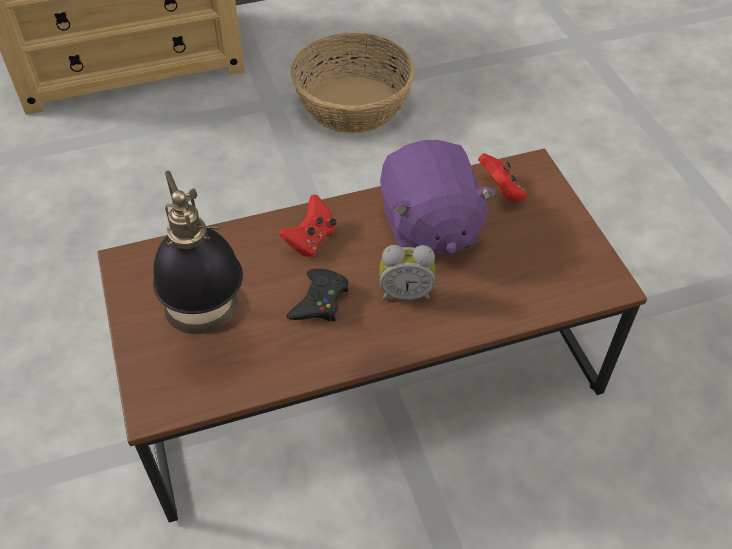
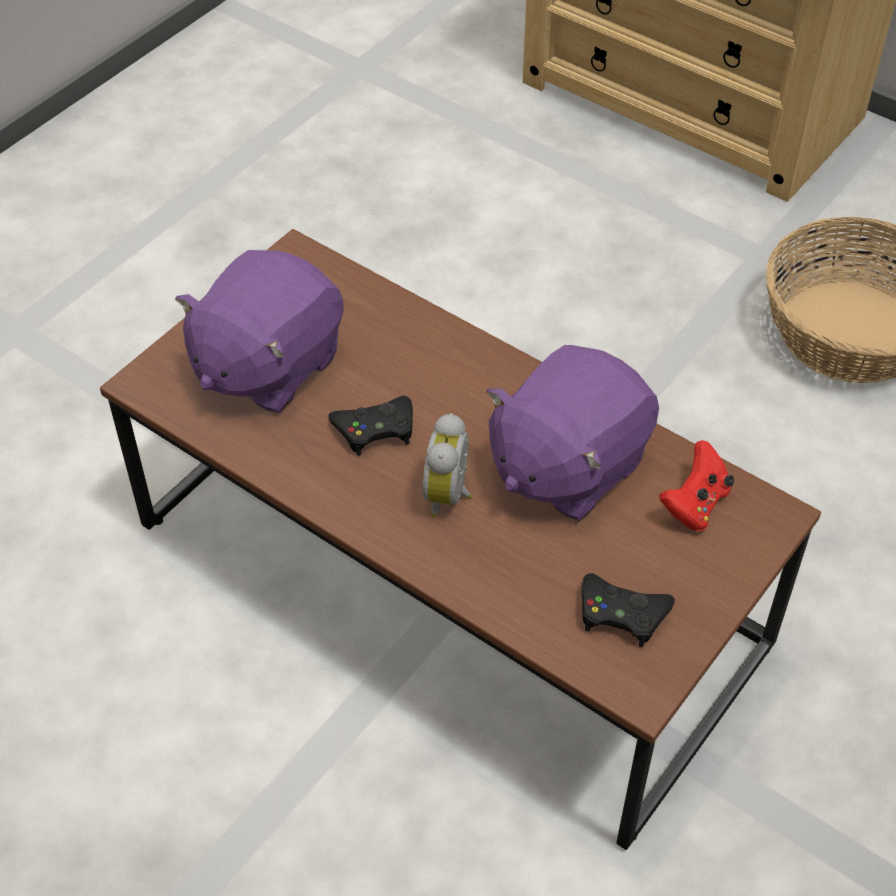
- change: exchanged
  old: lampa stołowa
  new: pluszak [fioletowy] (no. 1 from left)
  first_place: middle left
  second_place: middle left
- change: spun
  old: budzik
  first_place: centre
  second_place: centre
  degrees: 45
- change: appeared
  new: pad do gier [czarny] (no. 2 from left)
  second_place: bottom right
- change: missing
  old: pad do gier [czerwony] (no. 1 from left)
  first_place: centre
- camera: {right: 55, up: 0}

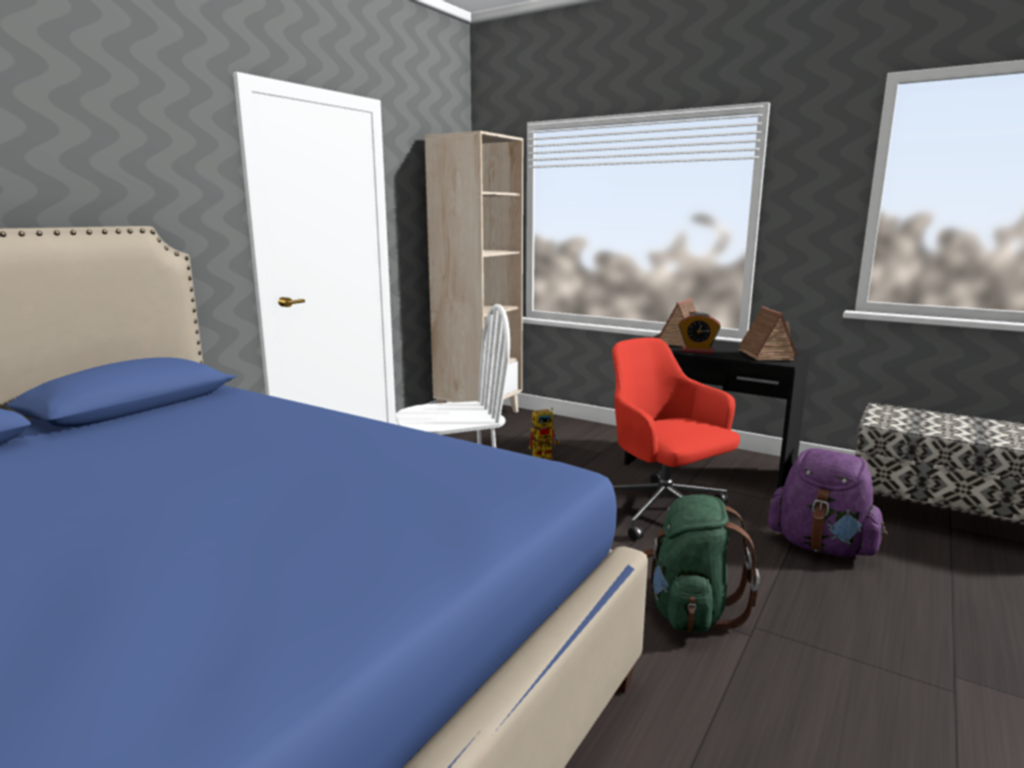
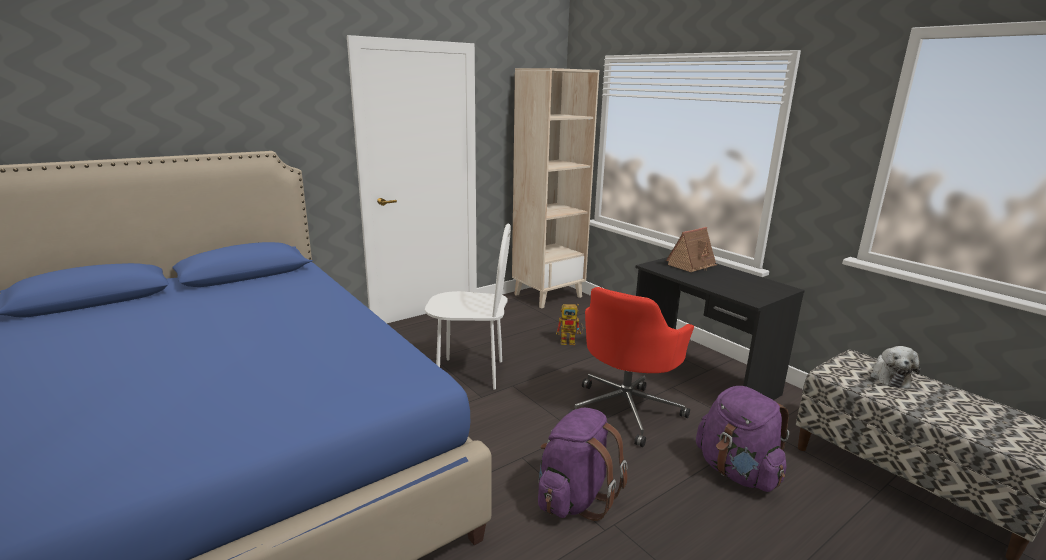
- change: colour
  old: plecak [zielony]
  new: plecak [fioletowy] (no. 1 from left)
  first_place: bottom right
  second_place: bottom centre
- change: spun
  old: krzesło biurowe [czerwony]
  first_place: centre
  second_place: centre
  degrees: -135
- change: appeared
  new: pluszak
  second_place: middle right
- change: missing
  old: budzik
  first_place: middle right
- change: missing
  old: domek (no. 2 from left)
  first_place: middle right
- camera: {right: 20, up: 5}

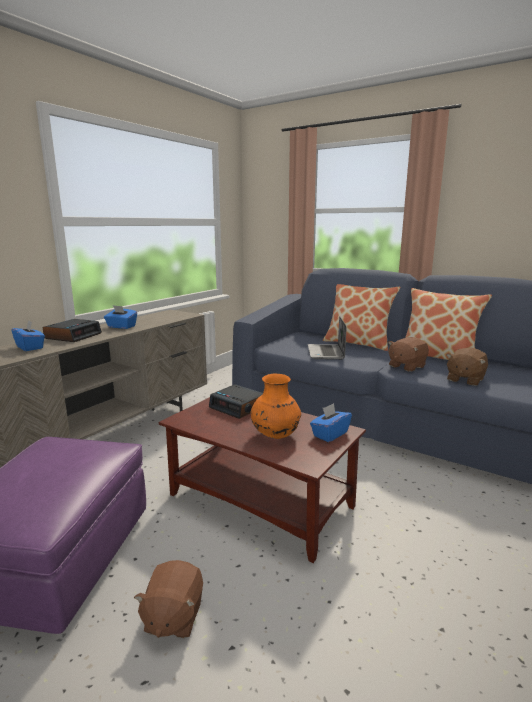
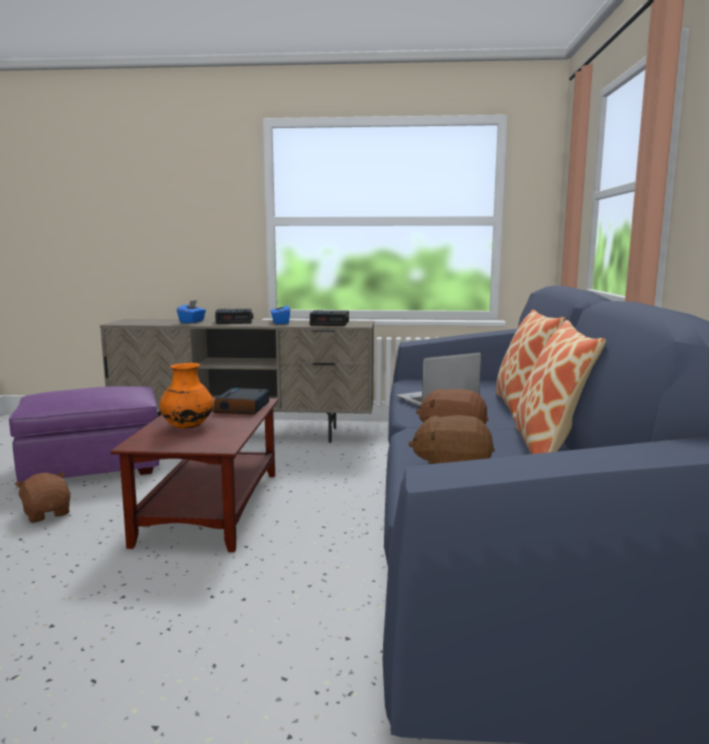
- change: spun
  old: pluszak [brązowy] (no. 1 from left)
  first_place: bottom left
  second_place: bottom left
  degrees: 75
- change: appeared
  new: budzik (no. 3 from left)
  second_place: centre
- change: missing
  old: pudełko chusteczek [niebieski] (no. 3 from left)
  first_place: centre
- camera: {right: 60, up: -5}

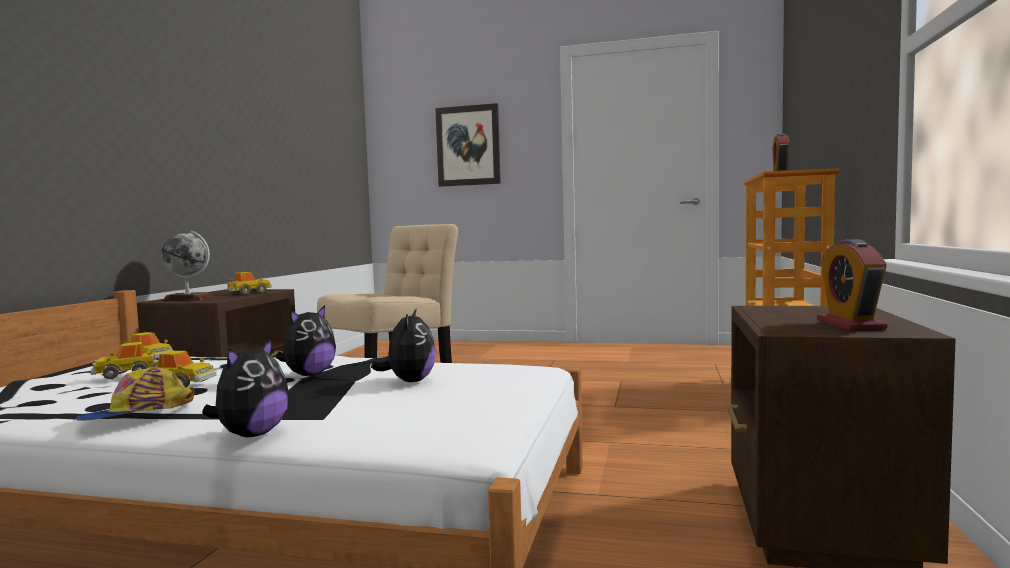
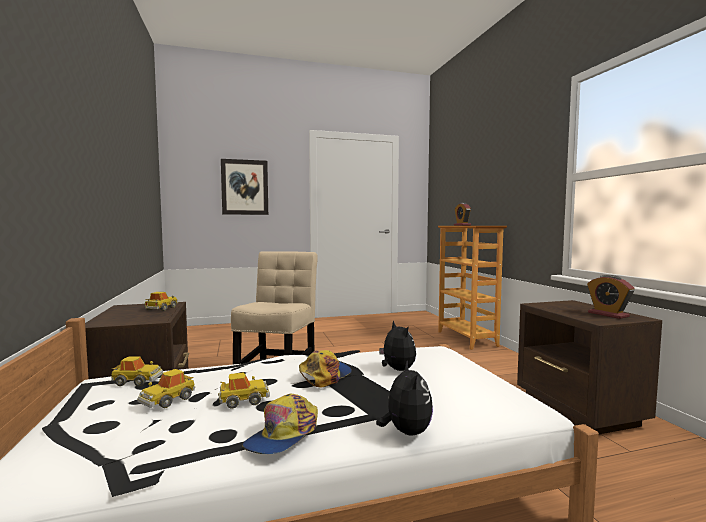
- change: exchanged
  old: pluszak (no. 2 from left)
  new: czapka z daszkiem (no. 2 from left)
  first_place: middle left
  second_place: bottom centre
- change: missing
  old: globus
  first_place: middle left
- camera: {right: -30, up: 0}

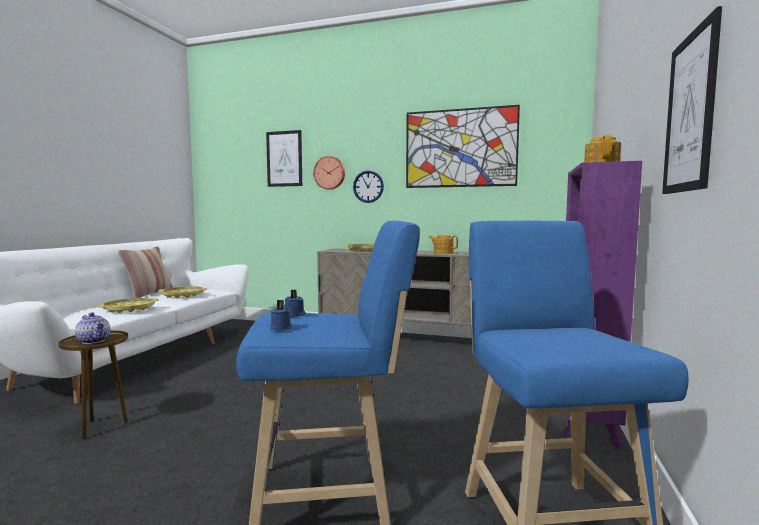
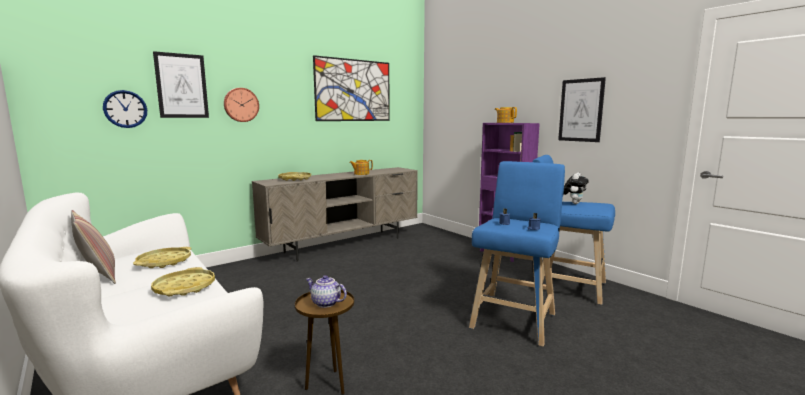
- change: relocated
  old: zegar ścienny (no. 2 from left in the first image)
  new: zegar ścienny (no. 1 from left)
  first_place: centre
  second_place: top left
- change: spun
  old: imbryk (no. 1 from left)
  first_place: middle left
  second_place: bottom centre
  degrees: -135
- change: appeared
  new: pluszak
  second_place: middle right
- camera: {right: -55, up: 5}

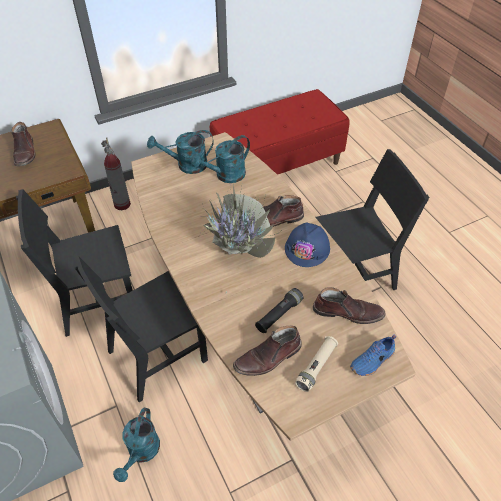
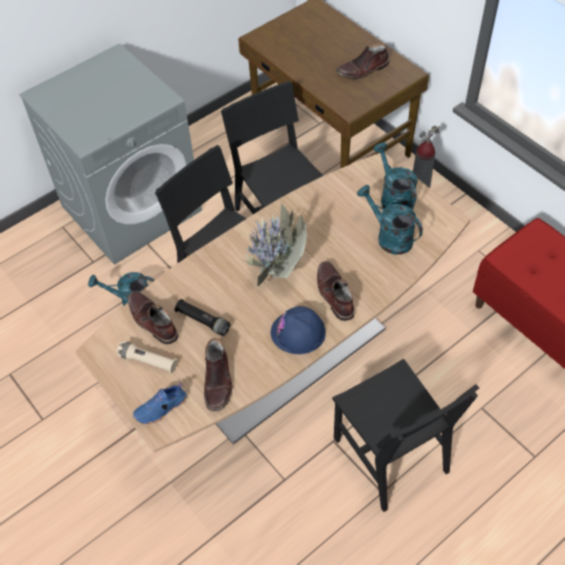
- change: spun
  old: but [niebieski]
  first_place: bottom right
  second_place: bottom left
  degrees: -75
- camera: {right: 80, up: 5}

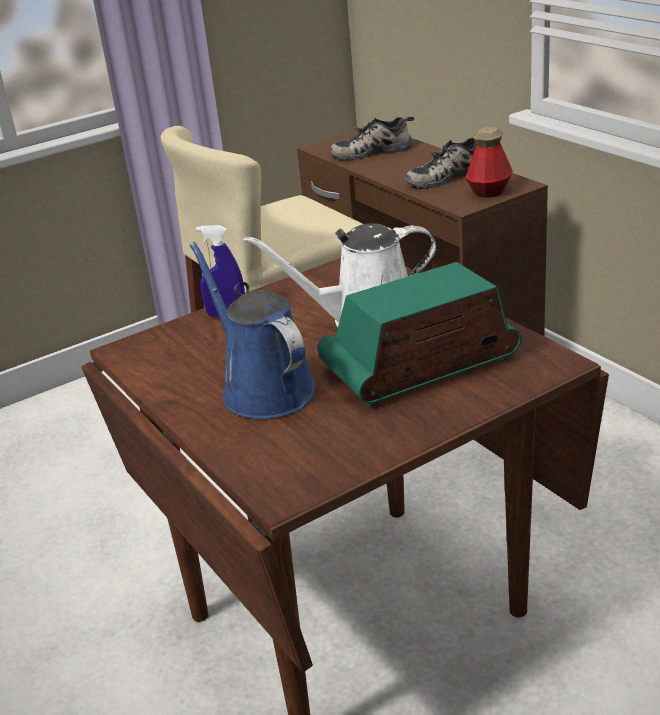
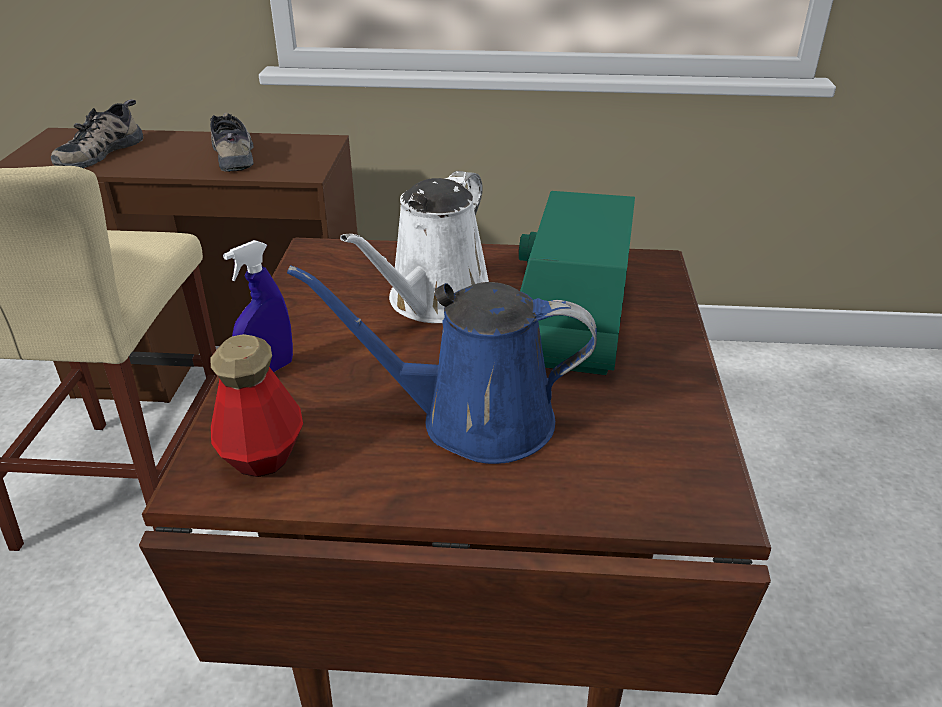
- change: spun
  old: but (no. 2 from left)
  first_place: top right
  second_place: top left
  degrees: 150
- change: relocated
  old: butelka
  first_place: top right
  second_place: middle left
- camera: {right: -55, up: 5}

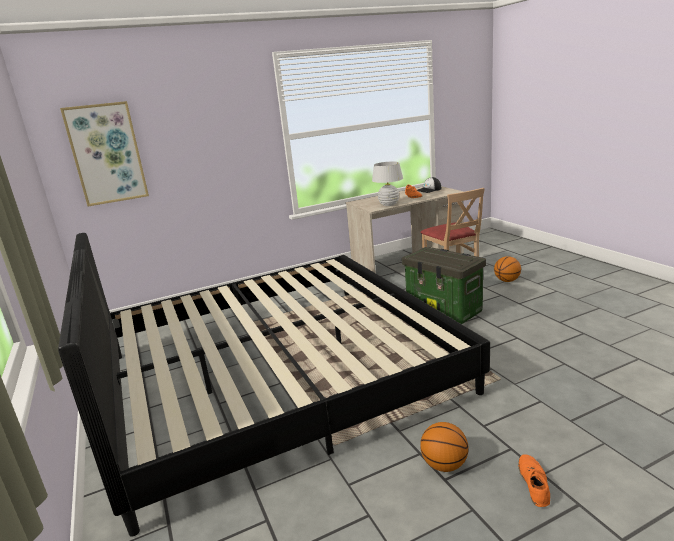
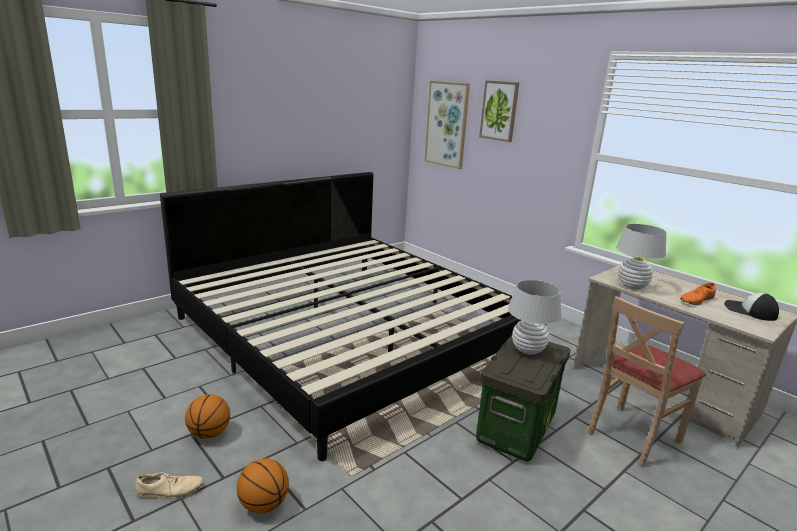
- change: colour
  old: but [pomarańczowy] (no. 2 from left)
  new: but [beżowy]
  first_place: bottom right
  second_place: bottom left
- change: relocated
  old: piłka do koszykówki (no. 2 from left)
  first_place: middle right
  second_place: bottom left
- change: appeared
  new: obraz (no. 2 from left)
  second_place: top centre
- change: appeared
  new: lampa stołowa [biały] (no. 1 from left)
  second_place: middle right
- camera: {right: 70, up: 0}

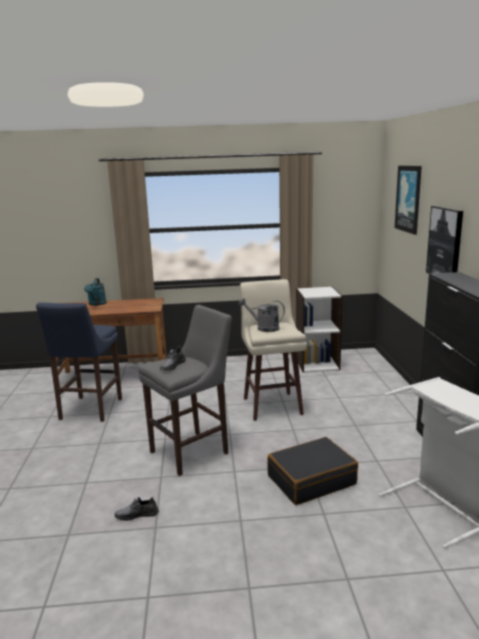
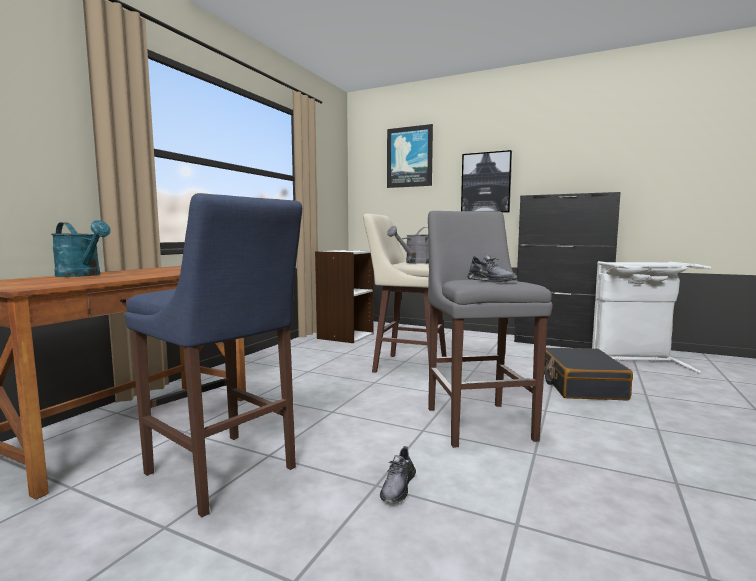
- change: relocated
  old: but [szary] (no. 1 from left)
  first_place: bottom left
  second_place: bottom centre
- camera: {right: -60, up: -10}

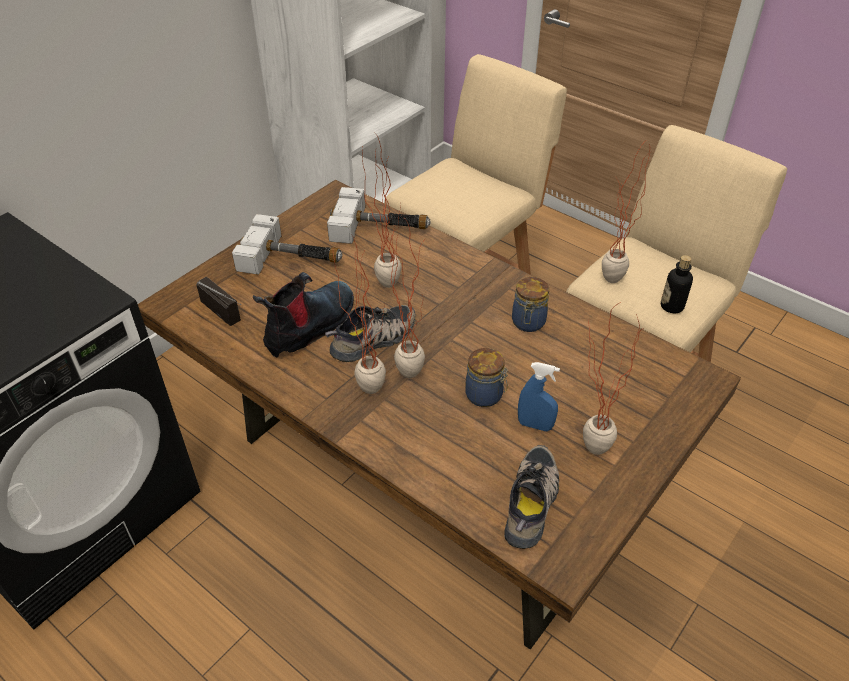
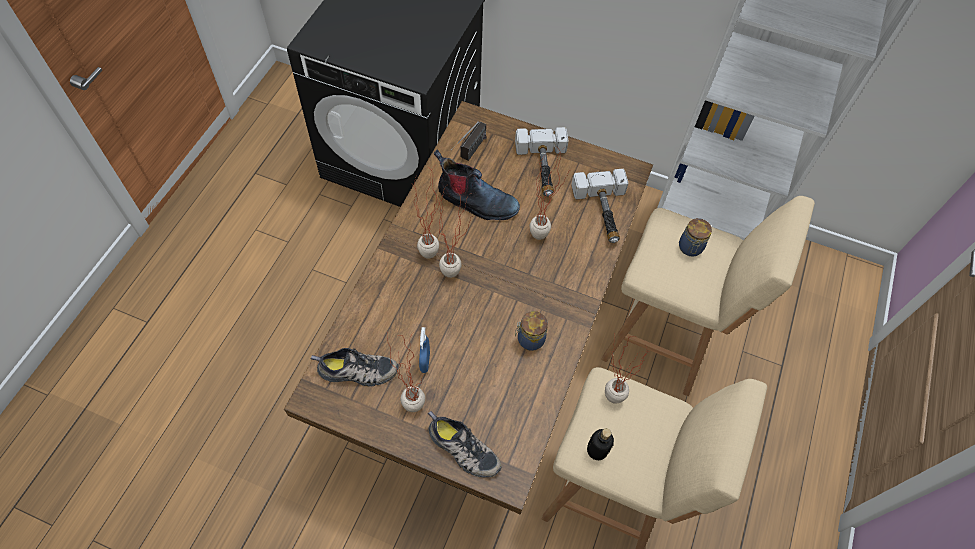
- change: relocated
  old: but (no. 1 from left in the first image)
  new: but (no. 2 from left)
  first_place: centre
  second_place: bottom centre
- change: relocated
  old: słoik (no. 1 from left in the first image)
  new: słoik (no. 2 from left)
  first_place: centre
  second_place: middle right
- camera: {right: 70, up: 15}

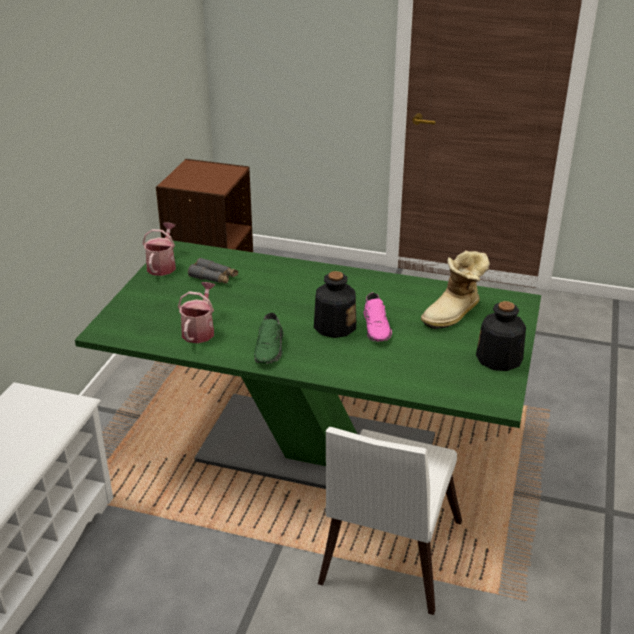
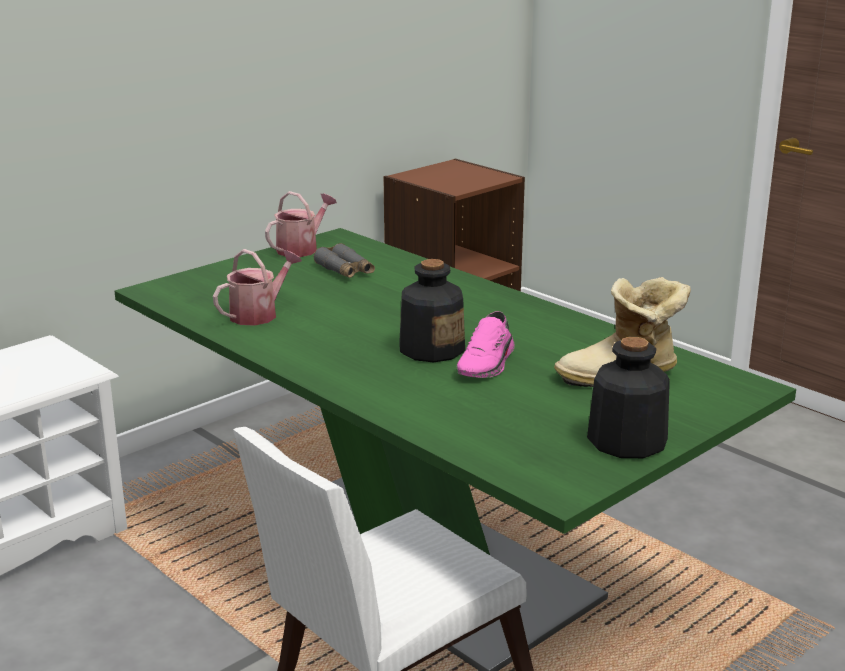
- change: missing
  old: but [zielony]
  first_place: centre
- camera: {right: 30, up: -10}

